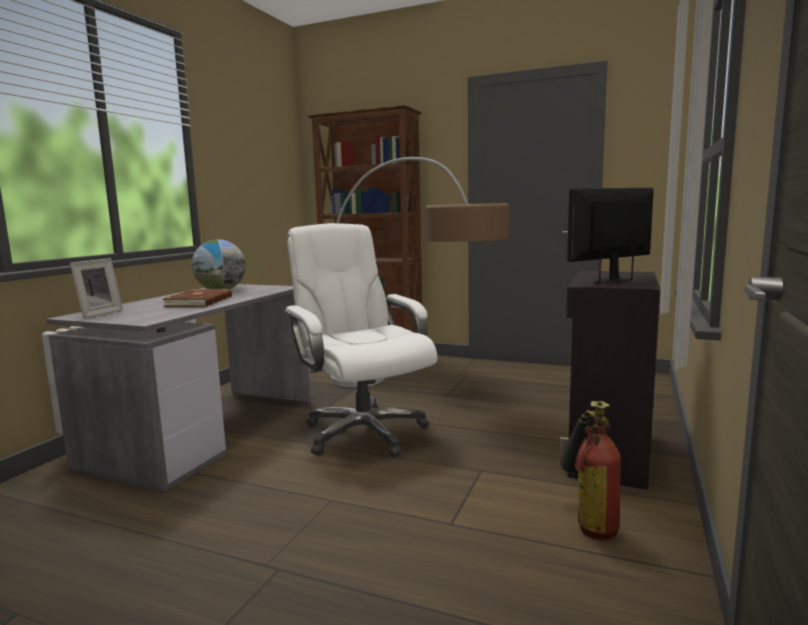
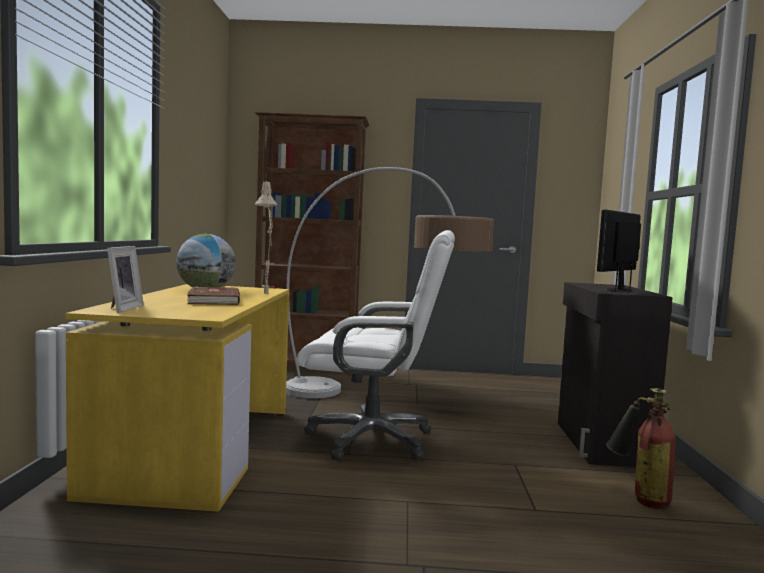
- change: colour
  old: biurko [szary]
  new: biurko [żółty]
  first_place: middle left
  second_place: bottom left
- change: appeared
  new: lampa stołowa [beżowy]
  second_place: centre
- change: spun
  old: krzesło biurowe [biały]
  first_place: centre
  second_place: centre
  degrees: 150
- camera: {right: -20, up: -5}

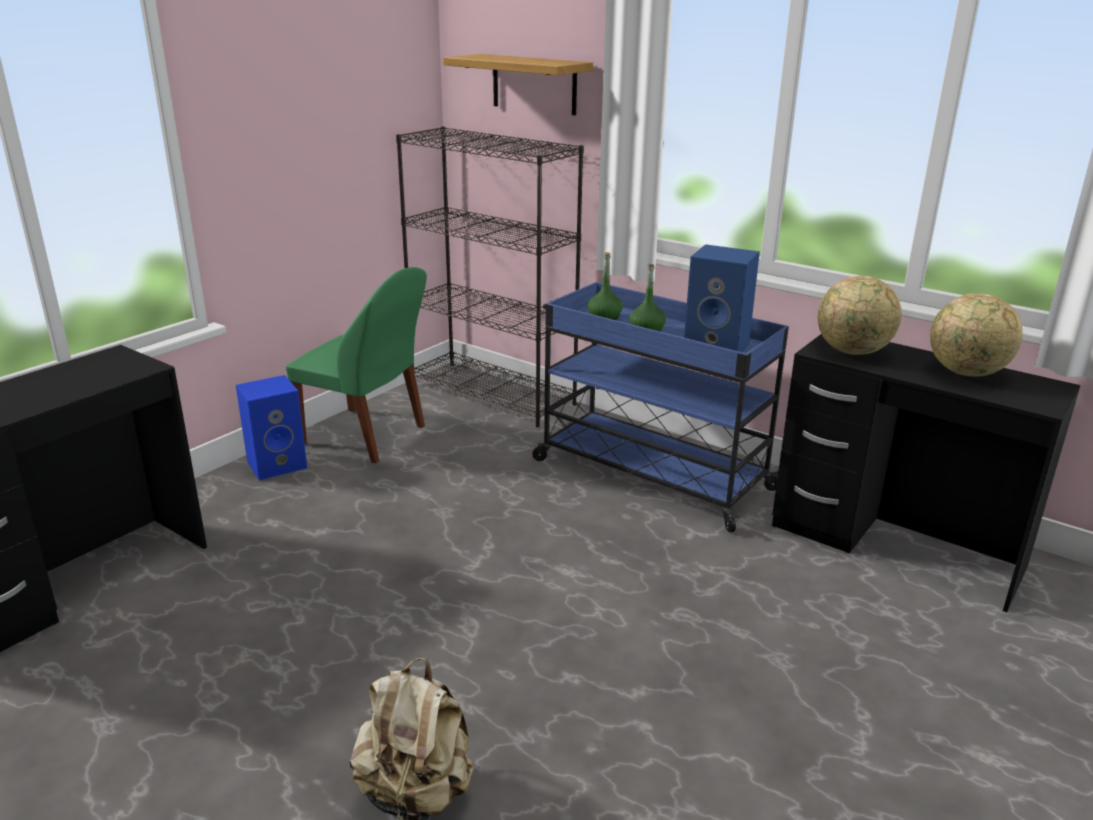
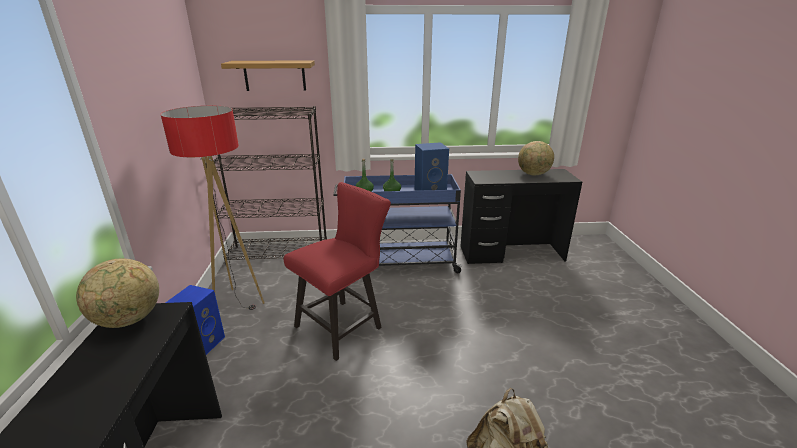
- change: relocated
  old: globus (no. 1 from left)
  first_place: middle right
  second_place: middle left
- change: exchanged
  old: krzesło [zielony]
  new: lampa stojąca
  first_place: middle left
  second_place: middle left
- change: appeared
  new: krzesło [czerwony]
  second_place: centre
- camera: {right: -40, up: 0}

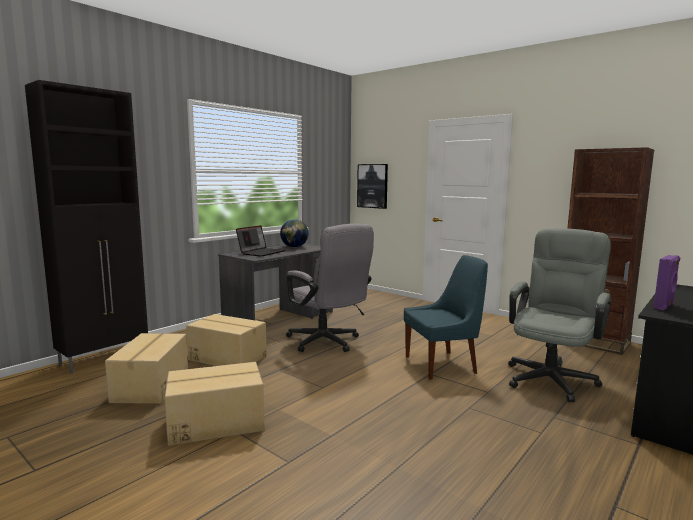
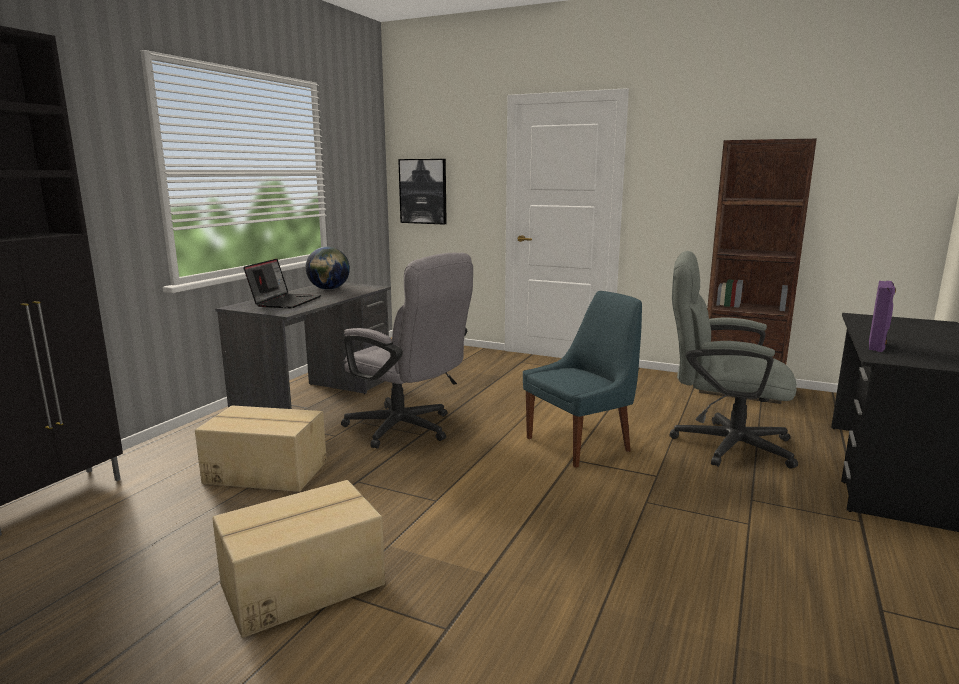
- change: spun
  old: krzesło biurowe [szary] (no. 2 from left)
  first_place: middle right
  second_place: middle right
  degrees: -90
- change: missing
  old: karton (no. 1 from left)
  first_place: bottom left
- camera: {right: -15, up: 5}

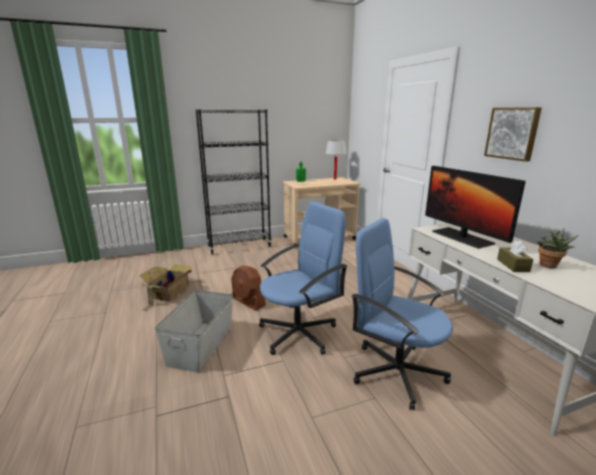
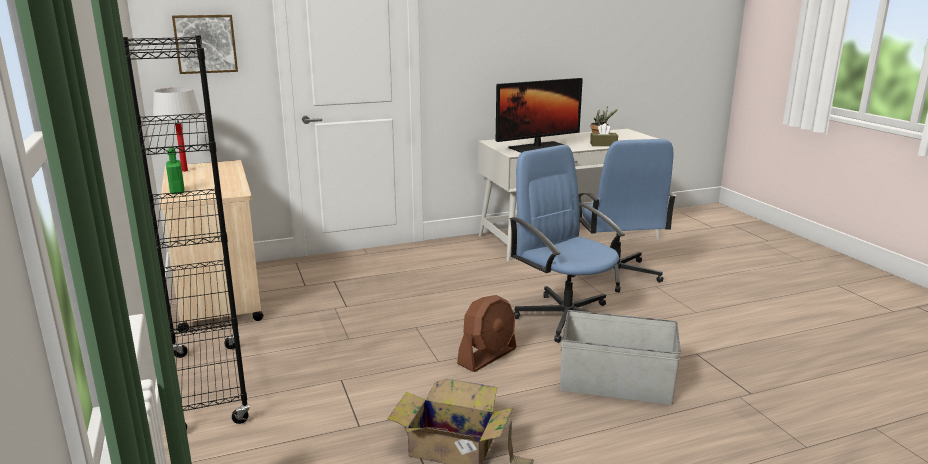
- change: relocated
  old: obraz
  first_place: top right
  second_place: top left
- change: spun
  old: krzesło biurowe [niebieski] (no. 2 from left)
  first_place: middle right
  second_place: middle right
  degrees: -45
- camera: {right: -90, up: 0}

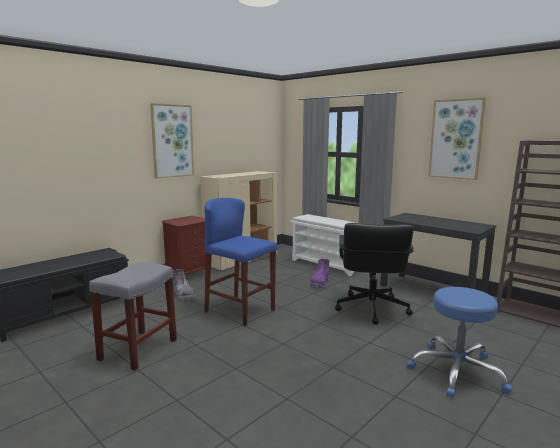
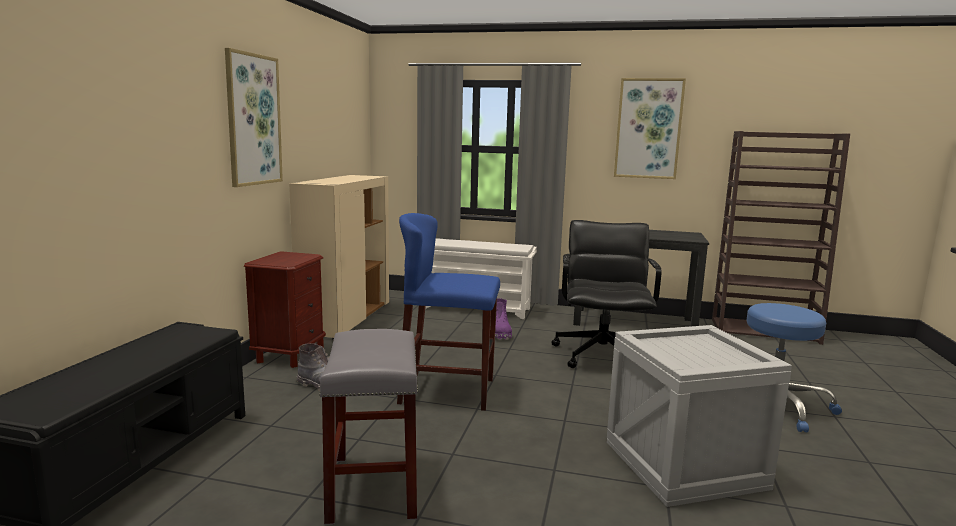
- change: spun
  old: krzesło biurowe [czarny]
  first_place: middle right
  second_place: centre
  degrees: -150
- change: appeared
  new: skrzynka
  second_place: bottom right
- camera: {right: -30, up: 0}

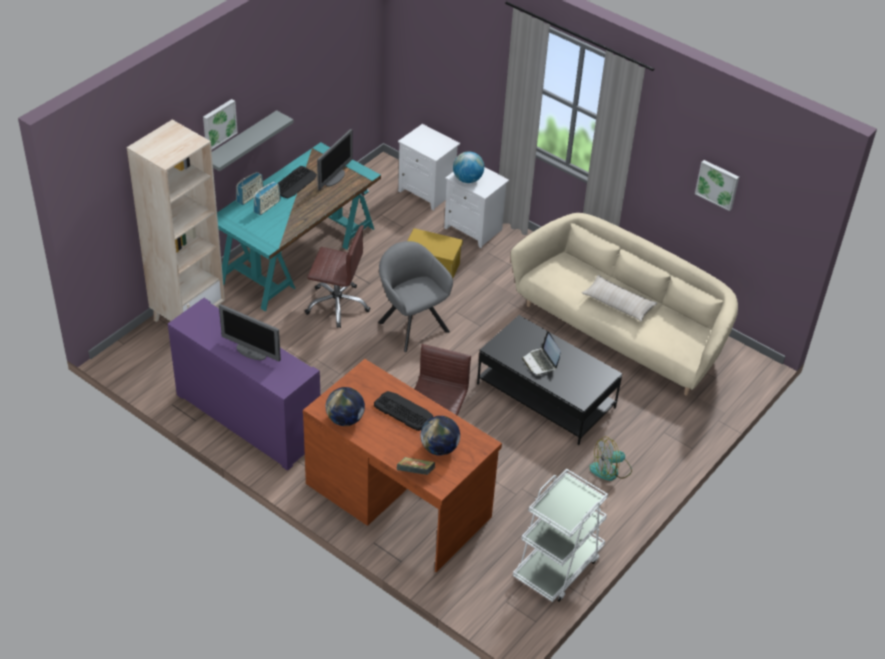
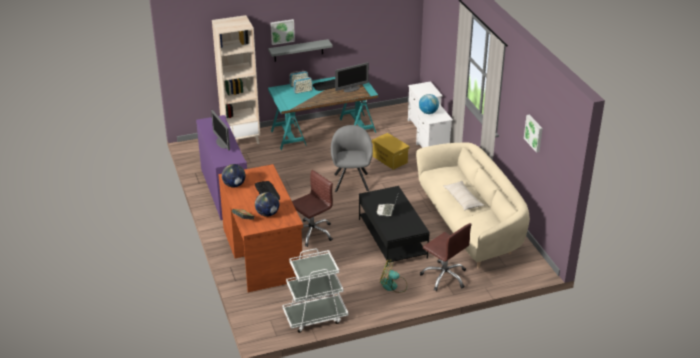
- change: relocated
  old: krzesło biurowe [brązowy] (no. 1 from left in the first image)
  new: krzesło biurowe [brązowy] (no. 2 from left)
  first_place: centre
  second_place: bottom centre
- camera: {right: 35, up: -10}

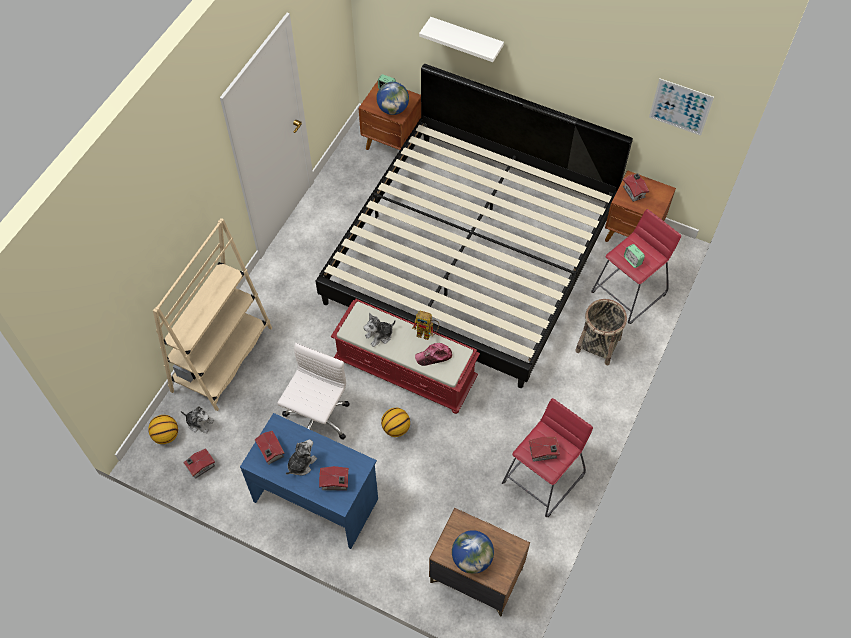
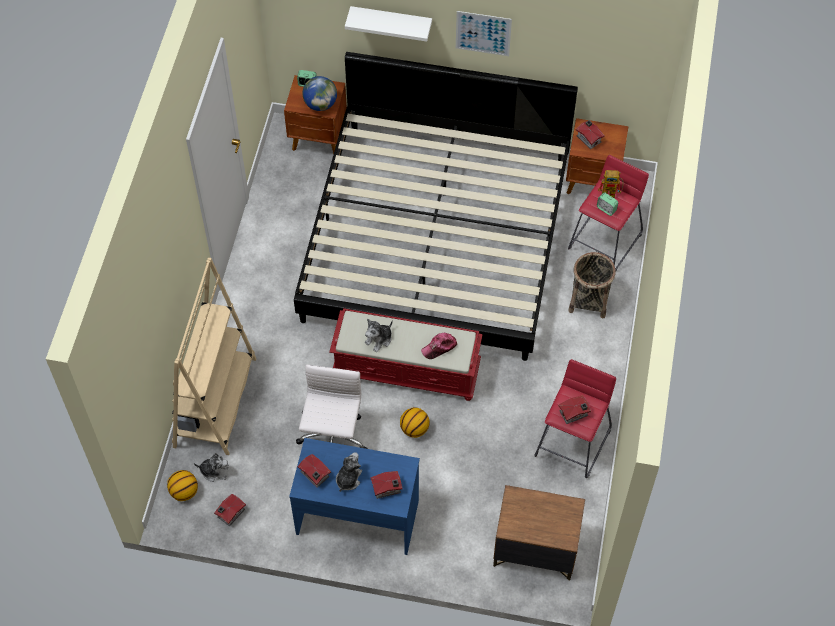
- change: relocated
  old: obraz
  first_place: top right
  second_place: top centre
- change: relocated
  old: robot zabawkowy
  first_place: centre
  second_place: top right
- change: missing
  old: globus (no. 2 from left)
  first_place: bottom centre
- camera: {right: -15, up: 0}

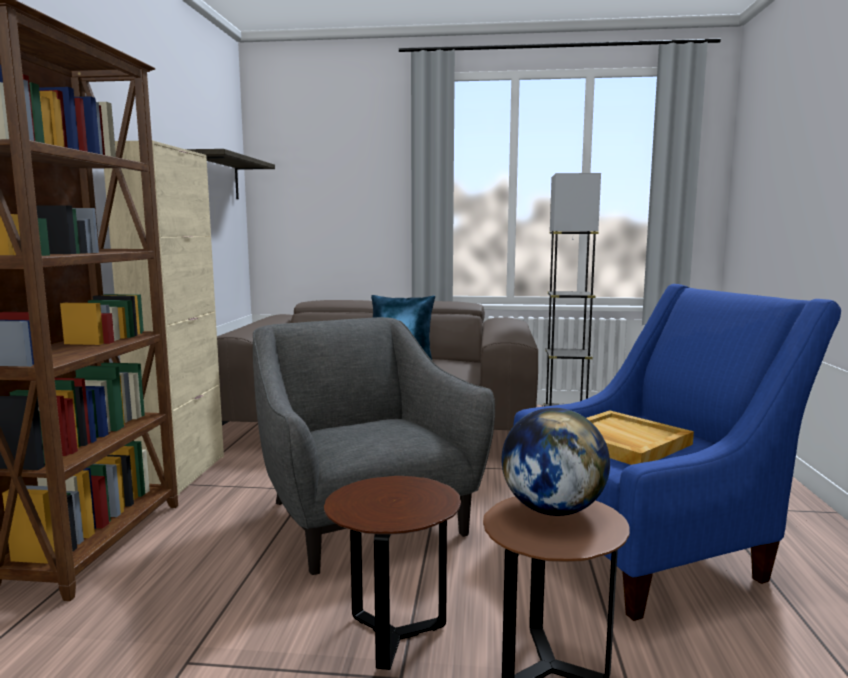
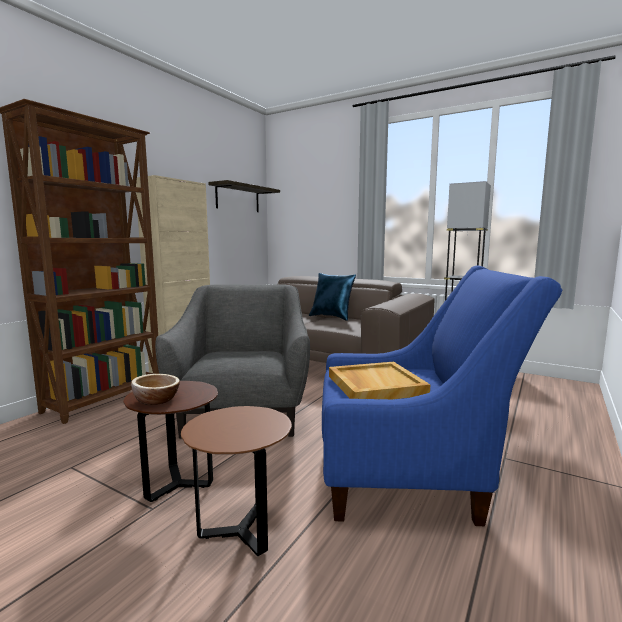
- change: appeared
  new: miska
  second_place: middle left
- change: missing
  old: globus
  first_place: bottom centre
- camera: {right: 25, up: 0}

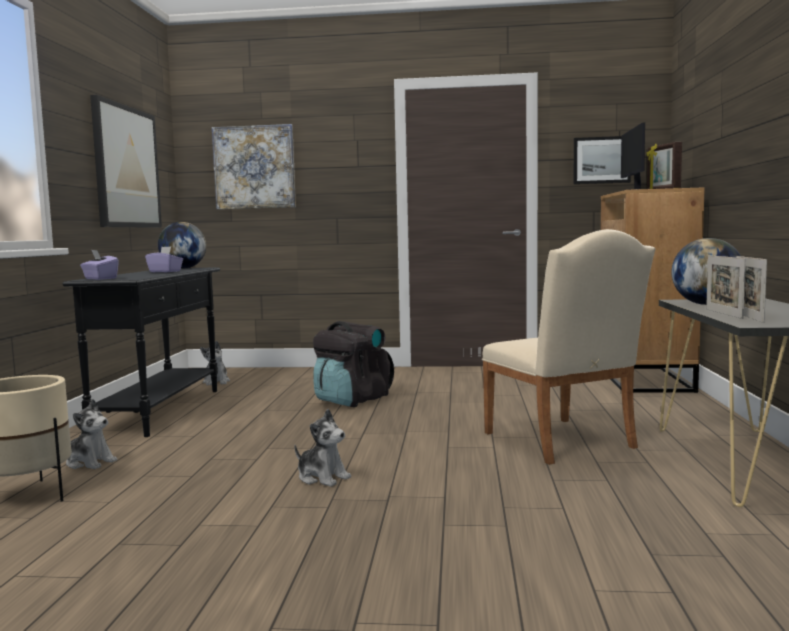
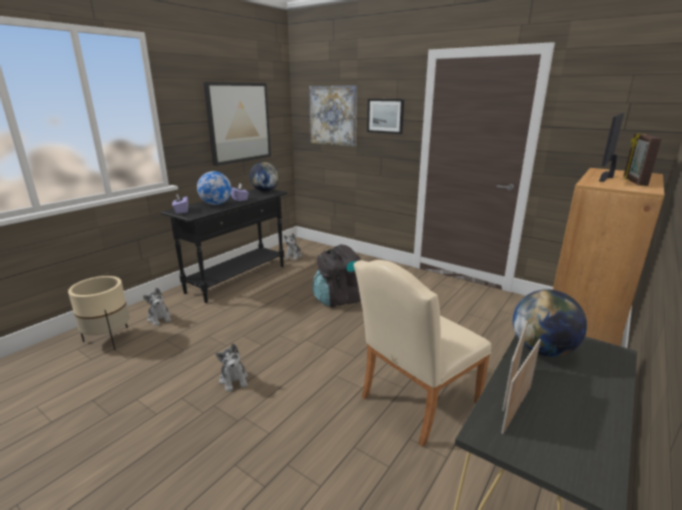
- change: appeared
  new: globus (no. 1 from left)
  second_place: middle left
- change: spun
  old: krzesło [beżowy]
  first_place: middle right
  second_place: bottom centre
  degrees: 45
- change: relocated
  old: obraz (no. 3 from left)
  first_place: top right
  second_place: top centre
- camera: {right: 30, up: 15}

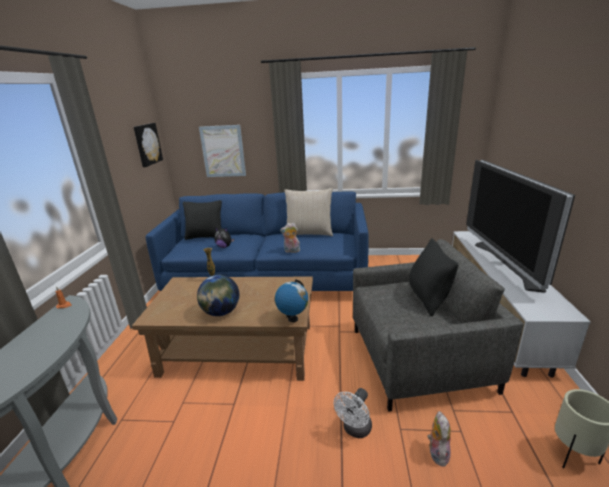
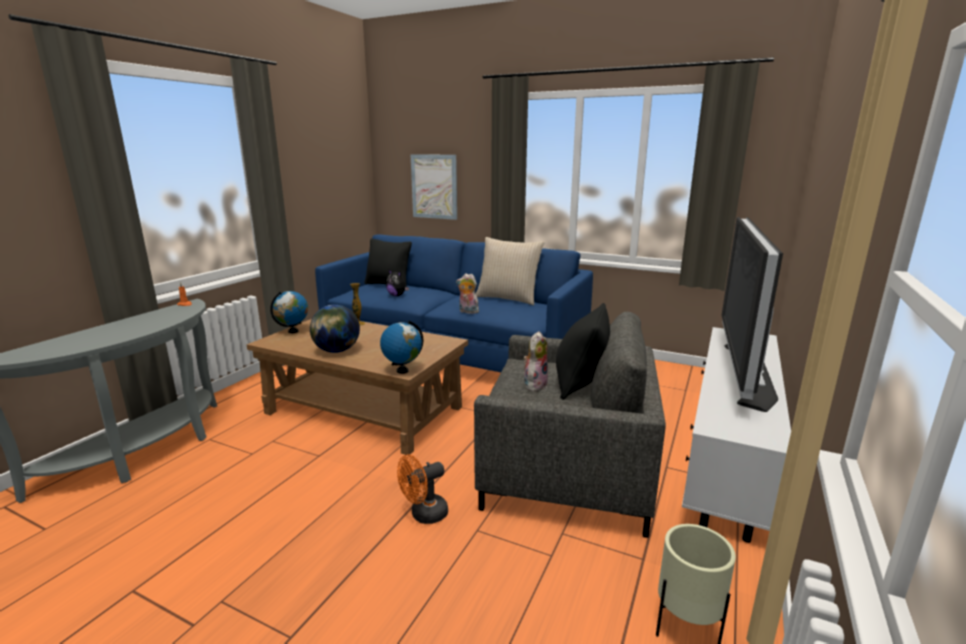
- change: appeared
  new: globus (no. 1 from left)
  second_place: middle left
- change: colour
  old: wentylator [biały]
  new: wentylator [pomarańczowy]
  first_place: bottom centre
  second_place: bottom centre
- change: relocated
  old: pluszak (no. 3 from left)
  first_place: bottom right
  second_place: centre
- change: missing
  old: obraz (no. 1 from left)
  first_place: top left
- camera: {right: 20, up: -5}

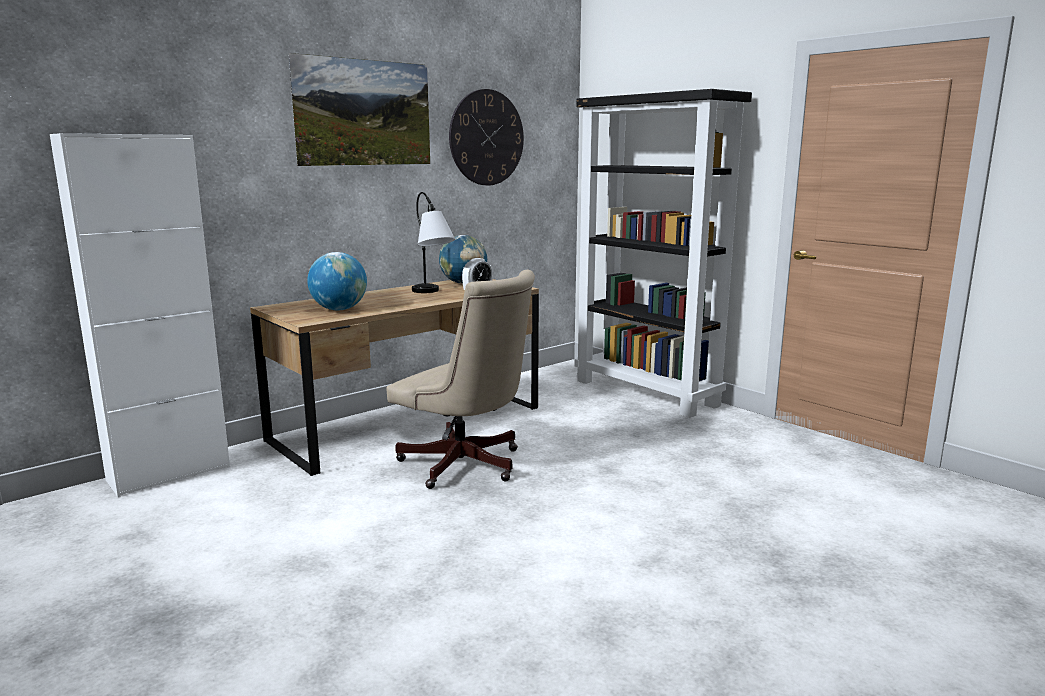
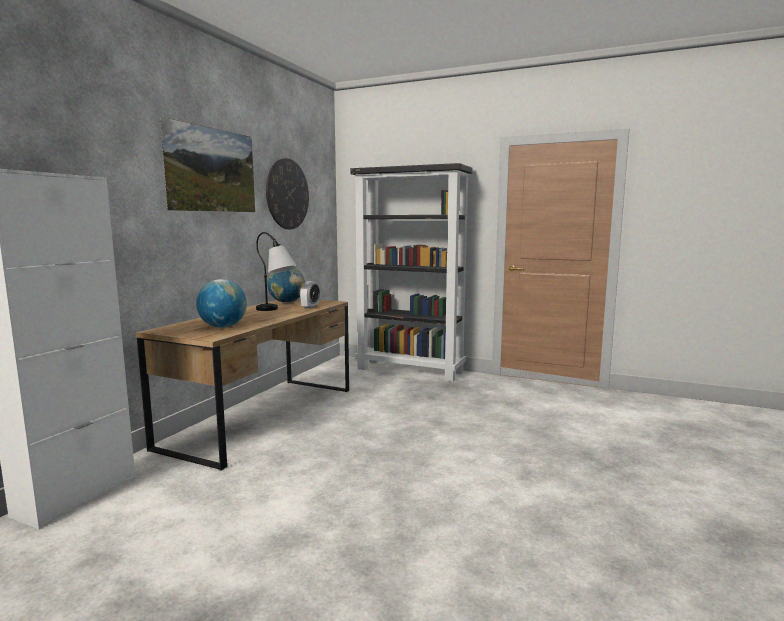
- change: missing
  old: krzesło biurowe [beżowy]
  first_place: centre
- camera: {right: -25, up: -5}

